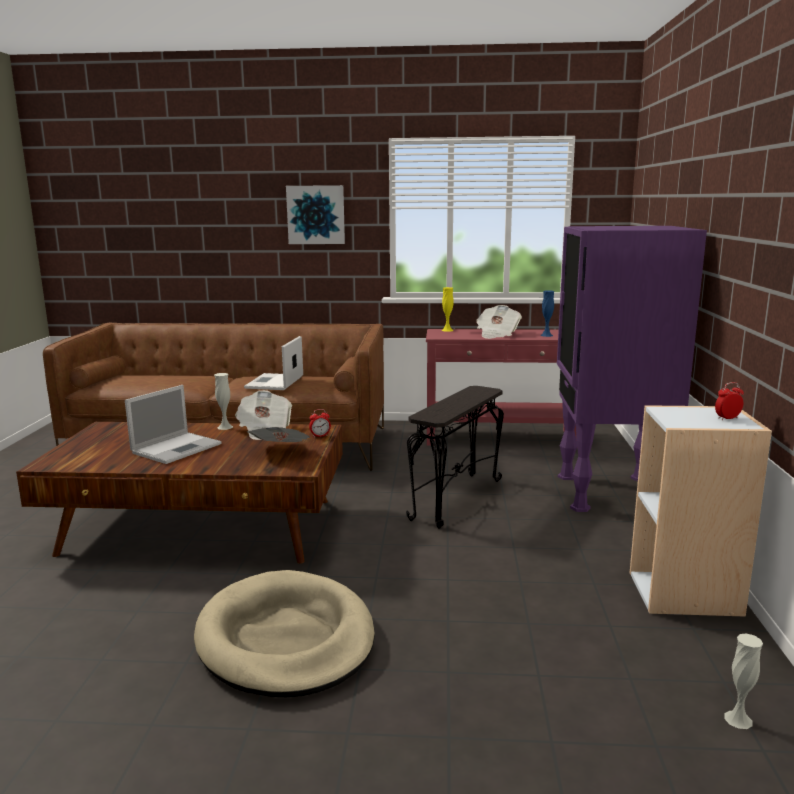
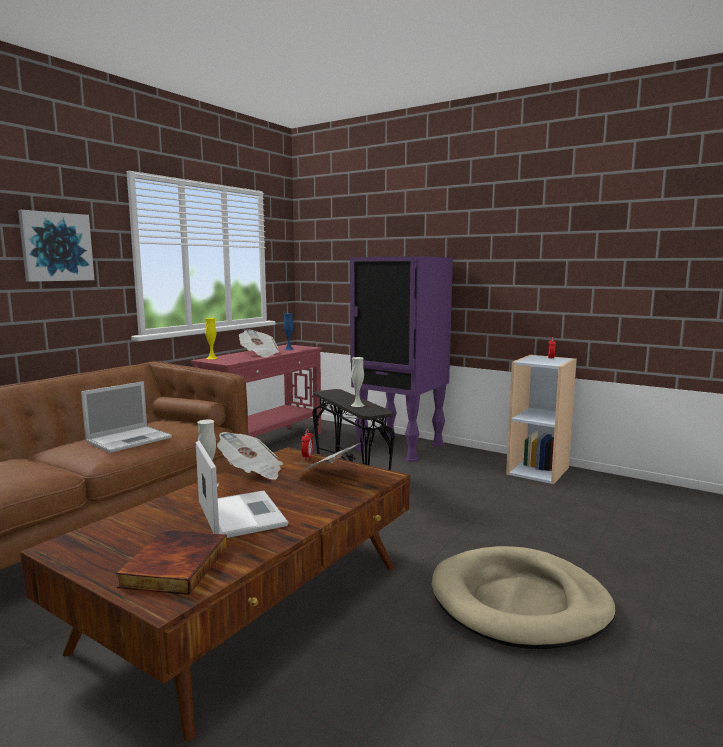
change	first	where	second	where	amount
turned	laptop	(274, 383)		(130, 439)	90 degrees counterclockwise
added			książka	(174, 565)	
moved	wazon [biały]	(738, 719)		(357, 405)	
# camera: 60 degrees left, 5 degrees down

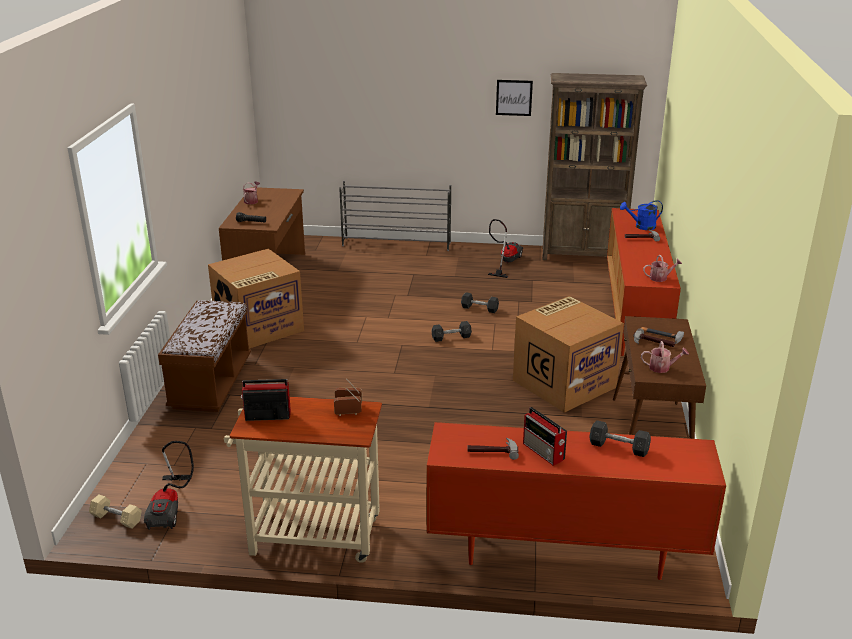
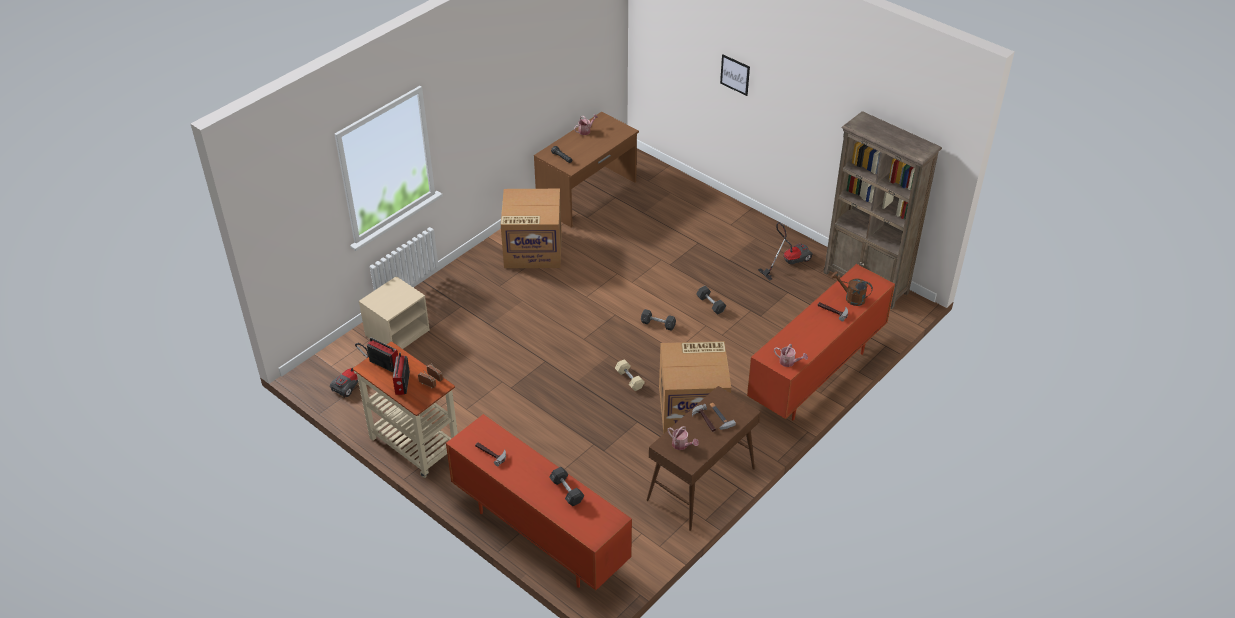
change	first	where	second	where	amount
added			szafka nocna [beżowy]	(397, 333)	
moved	radio	(544, 452)		(402, 384)	
moved	hantel [beżowy]	(116, 519)		(629, 379)	
moved	obraz	(514, 97)		(735, 74)	
recoloured	konewka [niebieski]	(641, 226)	konewka [brązowy]	(851, 298)	
removed	ławka [brązowy]	(211, 384)			
removed	regał na buty [szary]	(397, 244)			
# camera: 35 degrees right, 15 degrees up

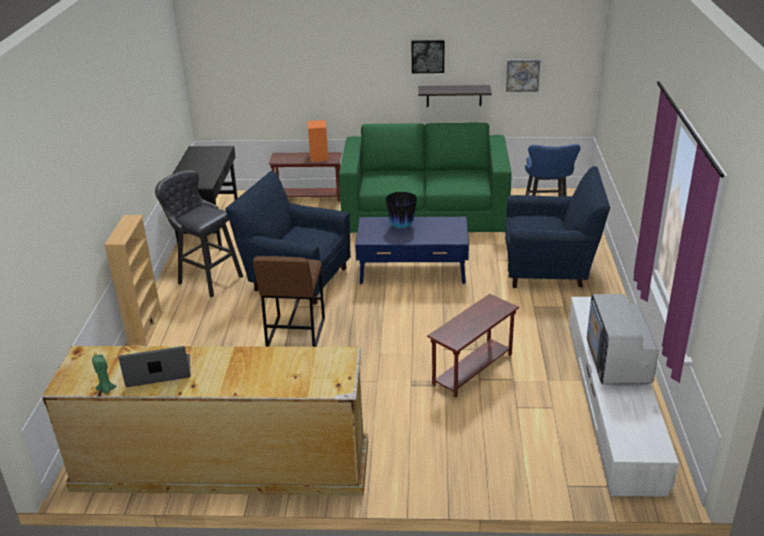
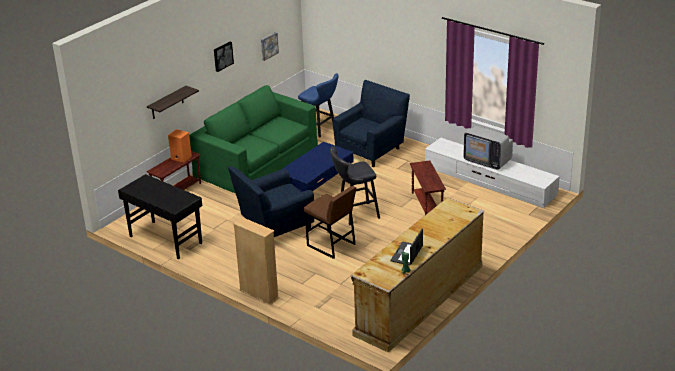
change	first	where	second	where	amount
moved	półka	(454, 95)		(167, 103)	
moved	stołek [czarny]	(205, 277)		(354, 215)	
removed	wazon	(401, 226)			
# camera: 55 degrees left, 0 degrees up

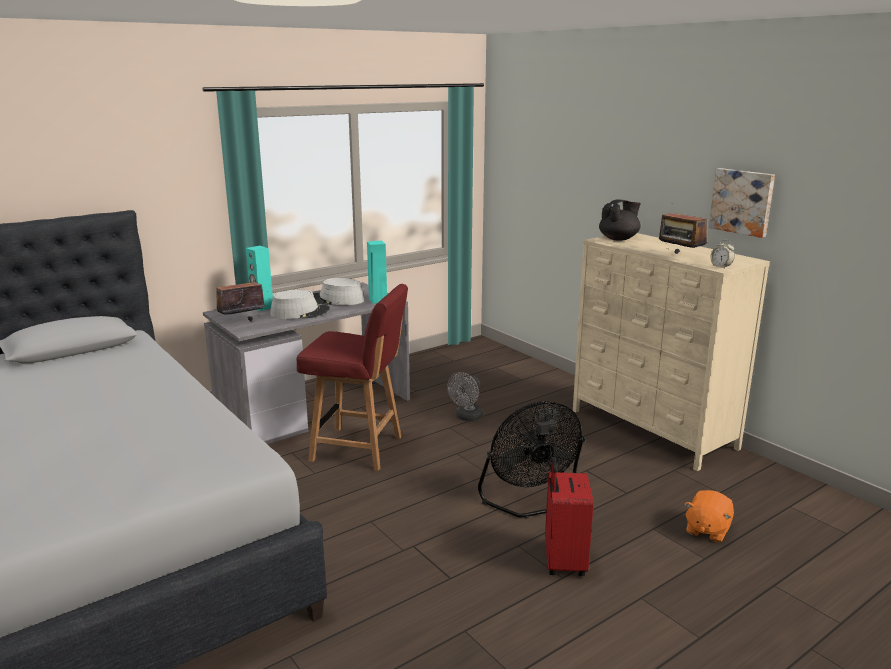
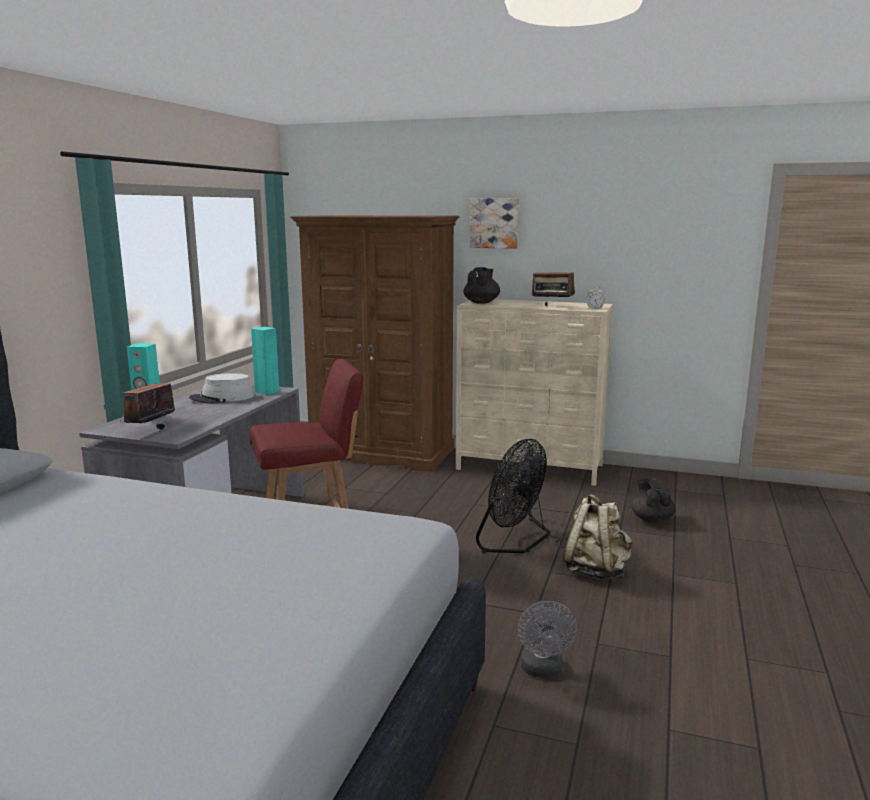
change	first	where	second	where	amount
added			szafa [brązowy]	(381, 453)	
moved	obraz	(742, 201)		(495, 223)	
moved	wentylator [szary]	(467, 418)		(543, 670)	
replaced	walizka [czerwony]	(563, 562)	plecak [beżowy]	(596, 571)	
replaced	pluszak [pomarańczowy]	(706, 530)	imbryk [czarny]	(651, 519)	
removed	kapelusz [szary]	(300, 312)			
# camera: 35 degrees left, 5 degrees down

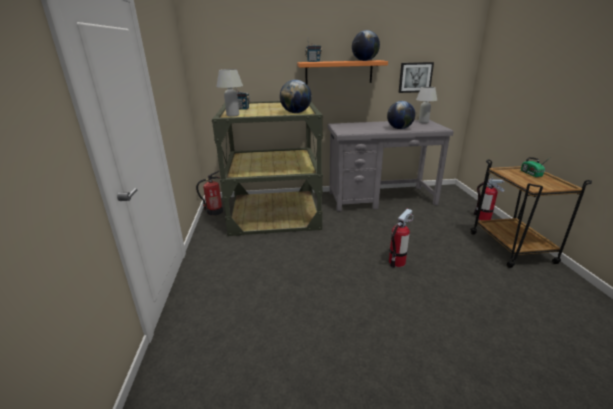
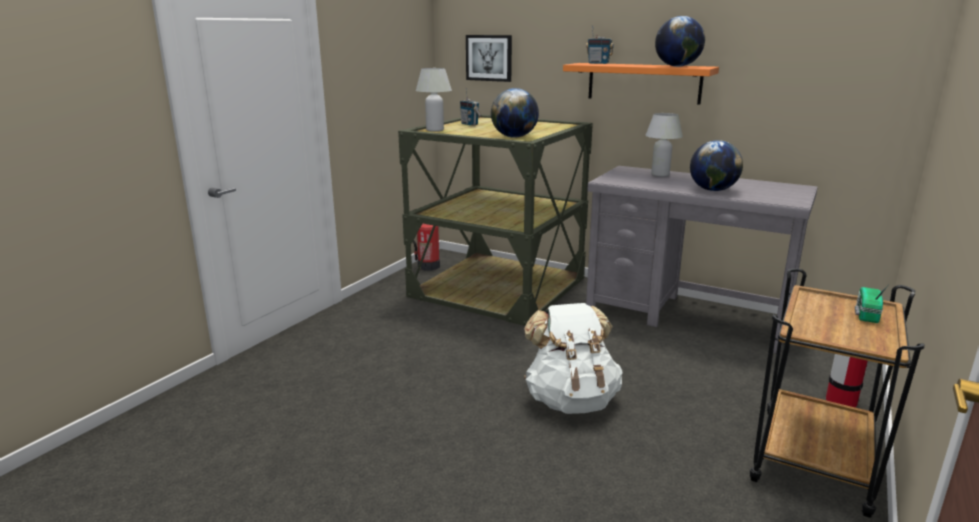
change	first	where	second	where	amount
moved	obraz	(415, 77)		(489, 58)	
replaced	gaśnica	(397, 262)	plecak [biały]	(571, 400)	
moved	lampa stołowa [biały]	(423, 122)		(660, 175)	
# camera: 35 degrees right, 5 degrees down

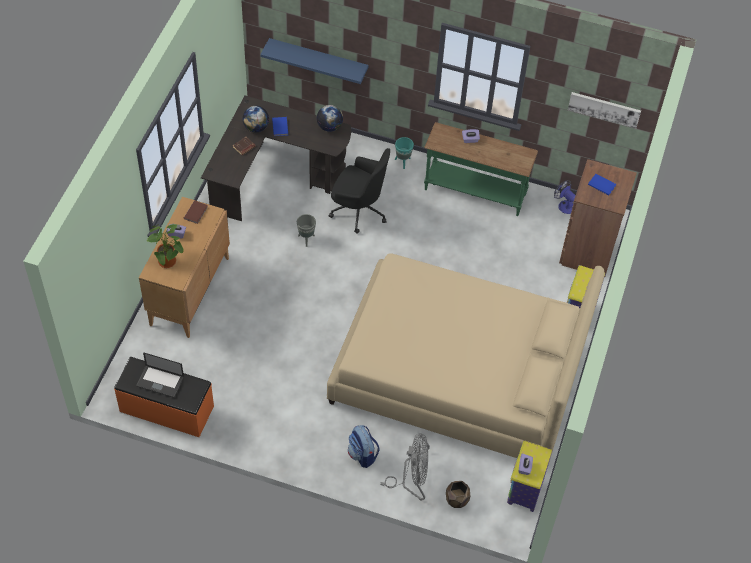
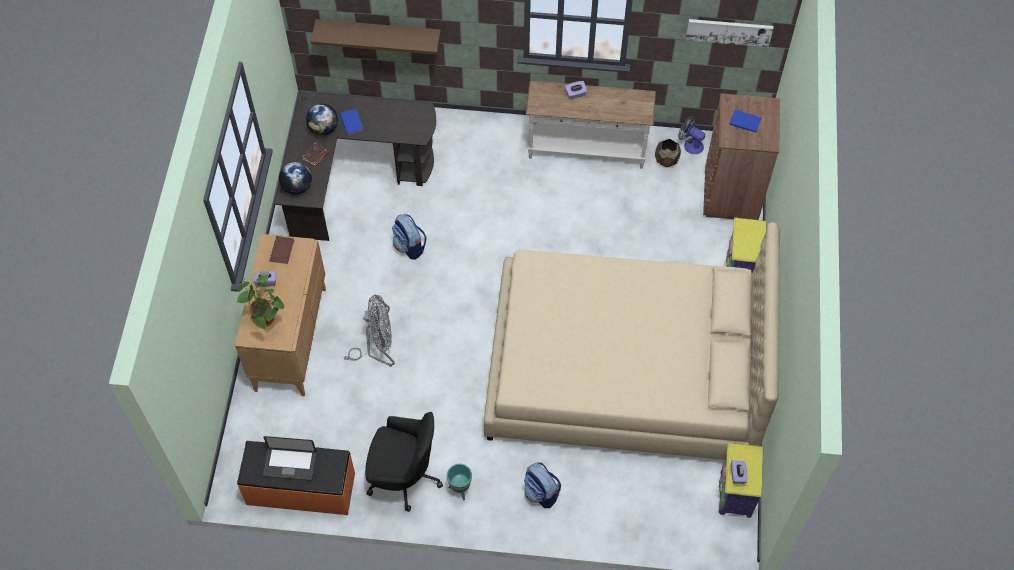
change	first	where	second	where	amount
moved	globus	(329, 127)		(297, 187)	
recoloured	półka [niebieski]	(318, 58)	półka [brązowy]	(378, 32)	
moved	wentylator [szary]	(411, 476)		(376, 343)	
moved	krzesło biurowe [czarny]	(359, 211)		(404, 477)	
replaced	donica [szary]	(306, 239)	plecak	(410, 246)	
moved	donica [turkusowy]	(402, 162)		(460, 489)	
recoloured	stolik konsolowy [zielony]	(474, 193)	stolik konsolowy [biały]	(586, 151)	
moved	donica [brązowy]	(456, 500)		(666, 160)	
# camera: 10 degrees left, 5 degrees up

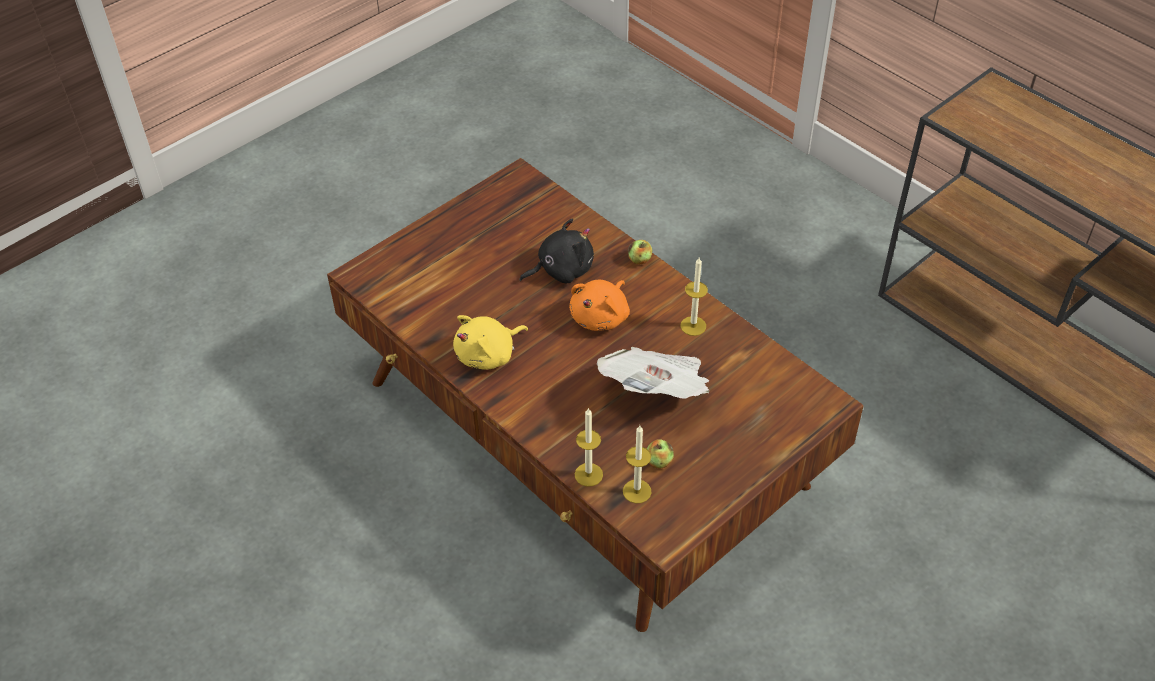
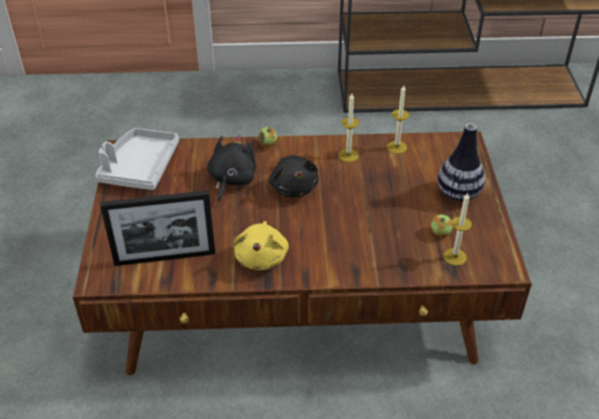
change	first	where	second	where	amount
added			taca [szary]	(139, 167)	
added			ramka na zdjęcie	(165, 258)	
recoloured	pluszak [pomarańczowy]	(601, 317)	pluszak [czarny]	(293, 187)	
moved	świeca	(588, 474)		(396, 147)	
added			wazon	(458, 194)	
removed	gazeta	(657, 391)			
# camera: 50 degrees left, 5 degrees down

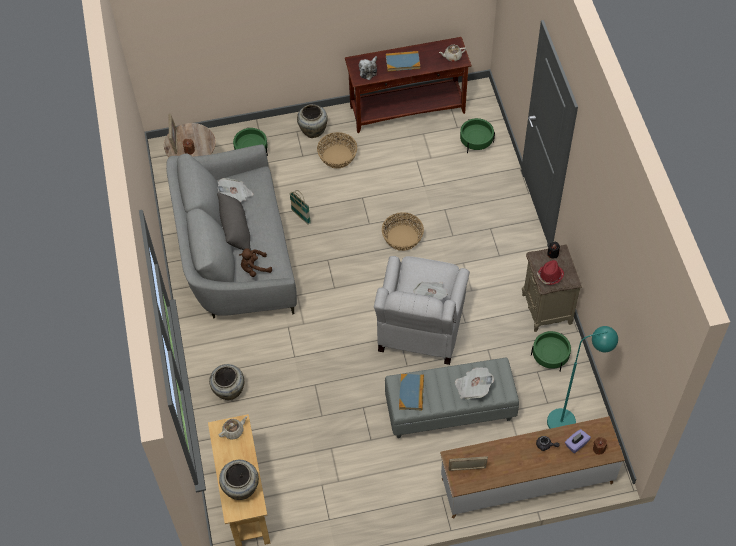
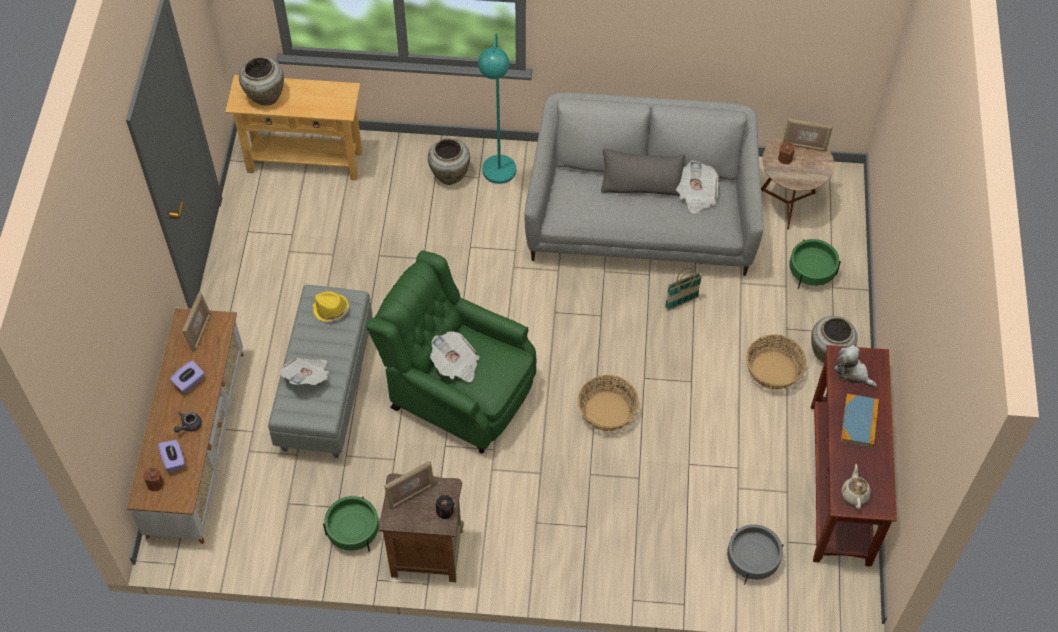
change	first	where	second	where	amount
added			pudełko chusteczek [fioletowy]	(189, 382)	
replaced	książka	(411, 393)	kapelusz [żółty]	(331, 310)	
recoloured	fotel [biały]	(421, 326)	fotel [zielony]	(459, 392)	
replaced	kapelusz [czerwony]	(549, 276)	ramka na zdjęcie	(410, 494)	
moved	lampa stojąca [turkusowy]	(569, 420)		(498, 179)	
recoloured	donica [zielony]	(476, 141)	donica [szary]	(752, 559)	
removed	imbryk [beżowy]	(234, 431)			
removed	pluszak [brązowy]	(254, 268)			
# camera: 105 degrees right, 0 degrees up

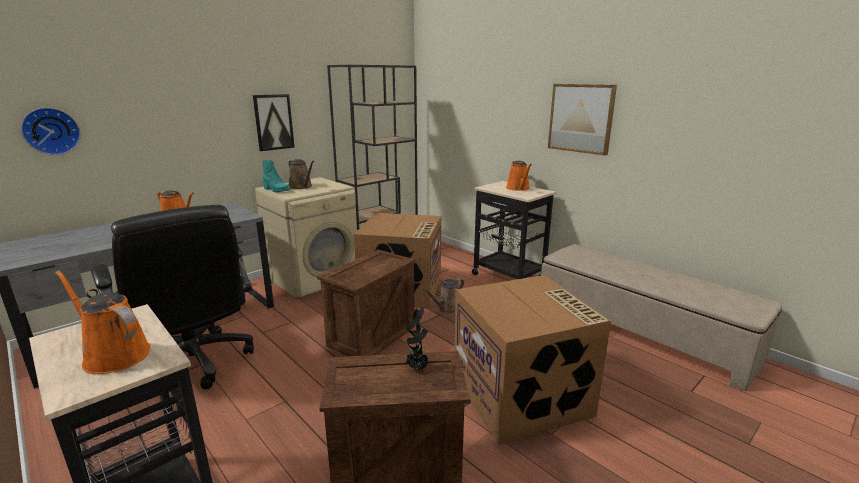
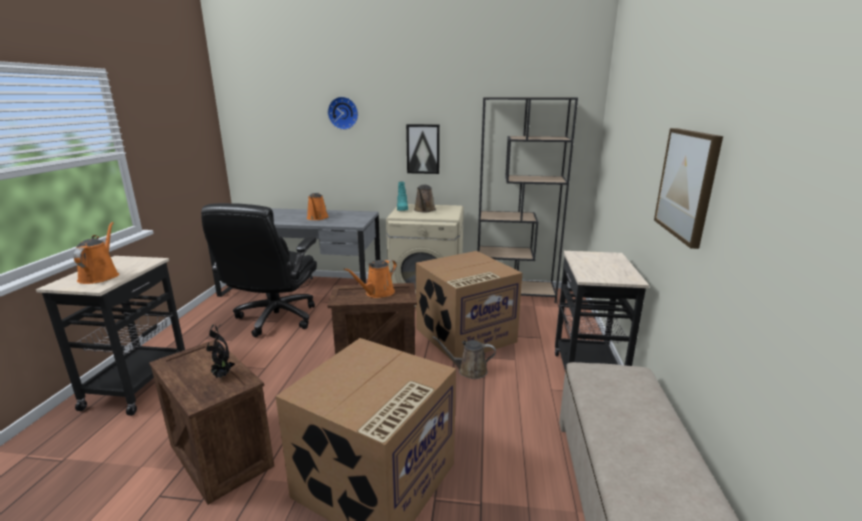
change	first	where	second	where	amount
moved	zegar ścienny	(51, 131)		(343, 113)	
moved	konewka [pomarańczowy]	(518, 188)		(377, 293)	
# camera: 50 degrees right, 0 degrees up

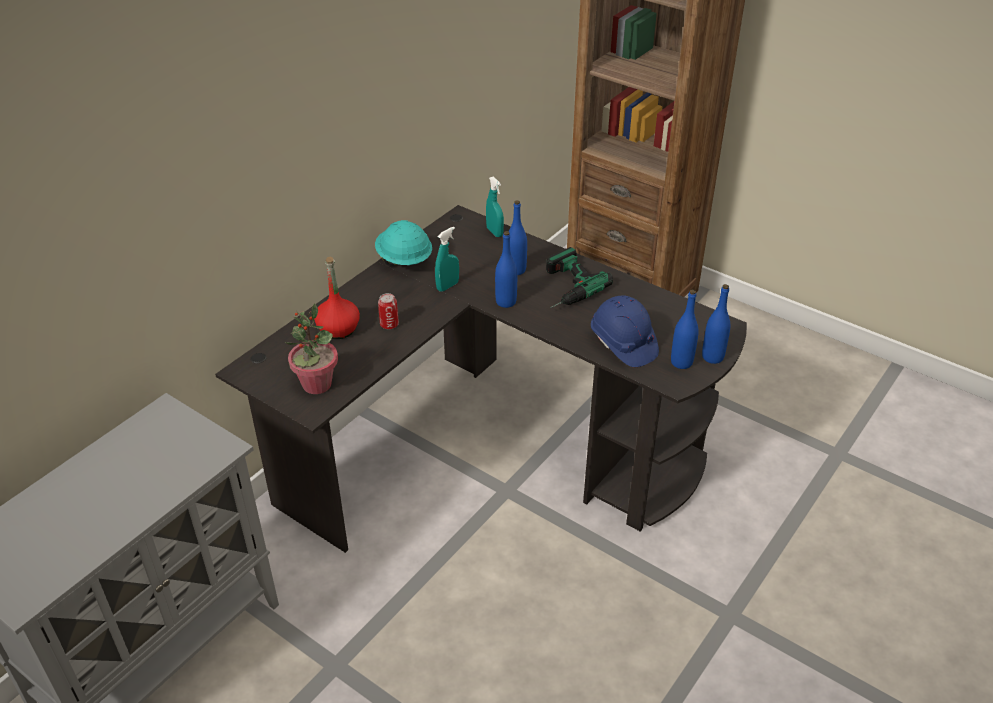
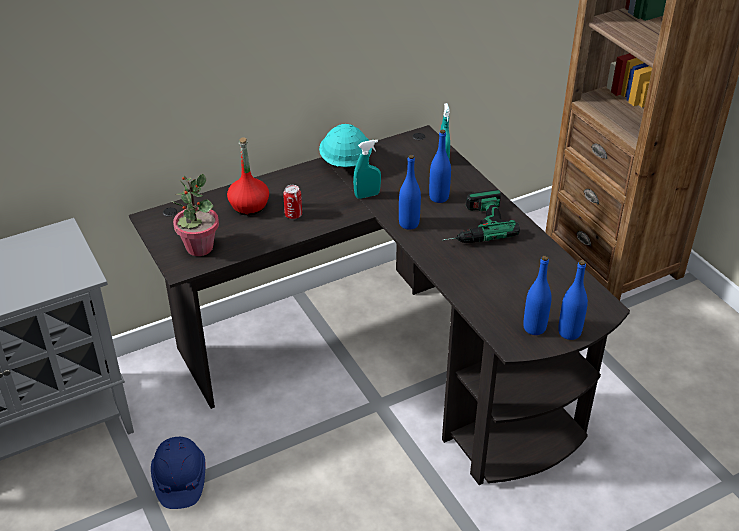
change	first	where	second	where	amount
moved	kask [niebieski]	(623, 344)		(180, 480)	
# camera: 25 degrees right, 0 degrees up

